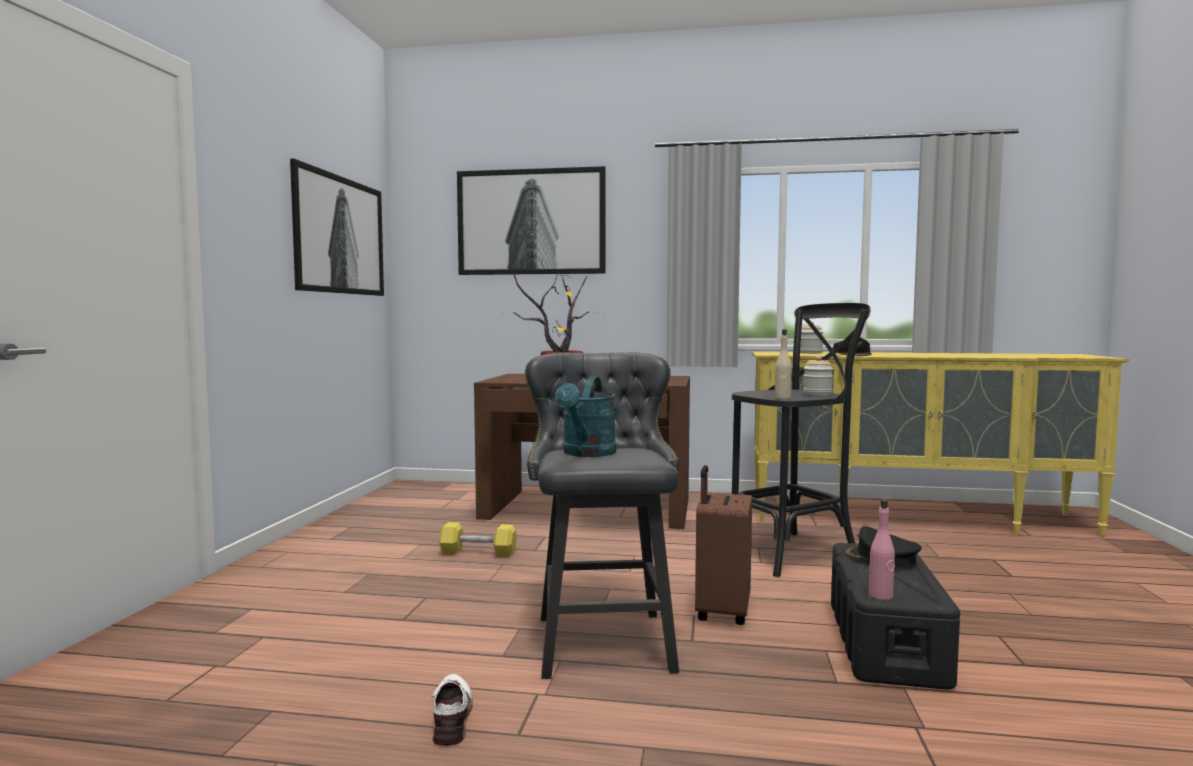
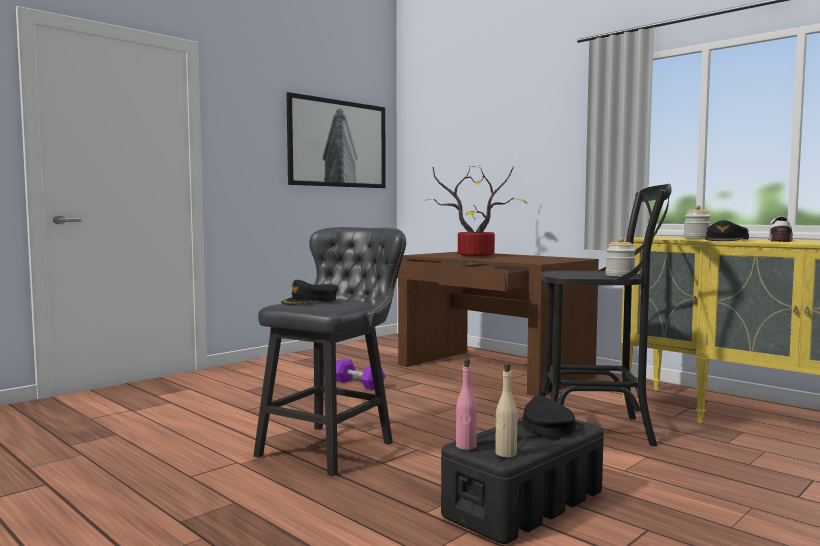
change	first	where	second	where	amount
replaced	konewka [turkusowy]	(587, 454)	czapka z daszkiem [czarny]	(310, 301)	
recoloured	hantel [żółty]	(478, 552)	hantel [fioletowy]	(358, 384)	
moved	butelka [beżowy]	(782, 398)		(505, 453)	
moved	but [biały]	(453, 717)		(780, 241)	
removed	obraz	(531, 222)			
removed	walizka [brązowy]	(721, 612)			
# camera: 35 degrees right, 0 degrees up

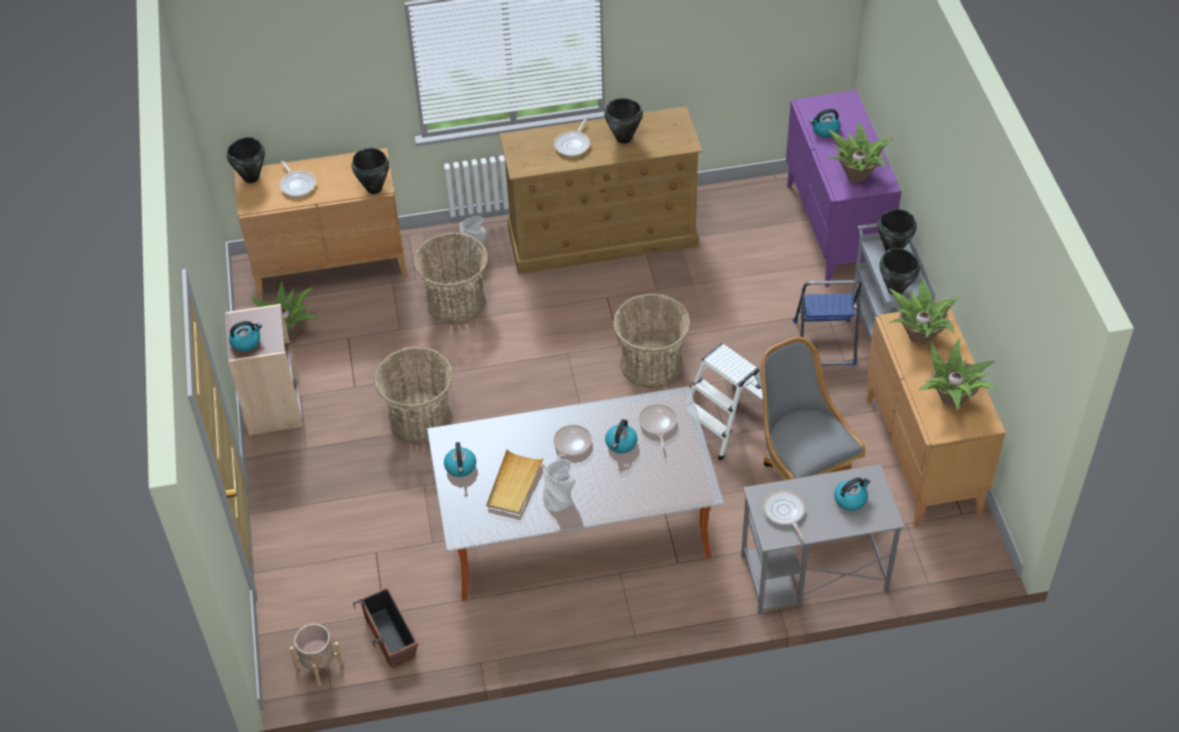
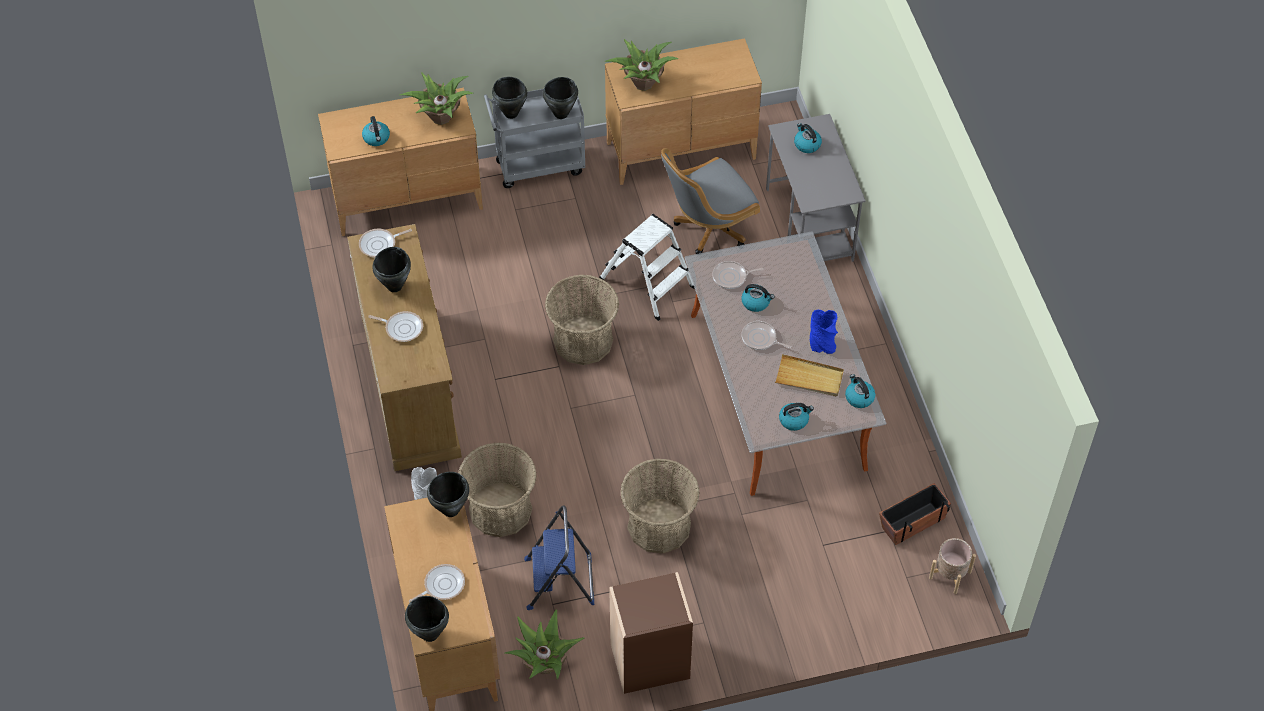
change	first	where	second	where	amount
recoloured	szafka [fioletowy]	(834, 231)	szafka [brązowy]	(408, 201)	
moved	patelnia	(784, 512)		(380, 245)	
moved	drabinka [niebieski]	(824, 344)		(563, 581)	
recoloured	wazon [szary]	(559, 499)	wazon [niebieski]	(822, 344)	
moved	czajnik	(246, 342)		(859, 397)	
removed	roślina doniczkowa	(952, 399)			
# camera: 95 degrees left, 5 degrees up

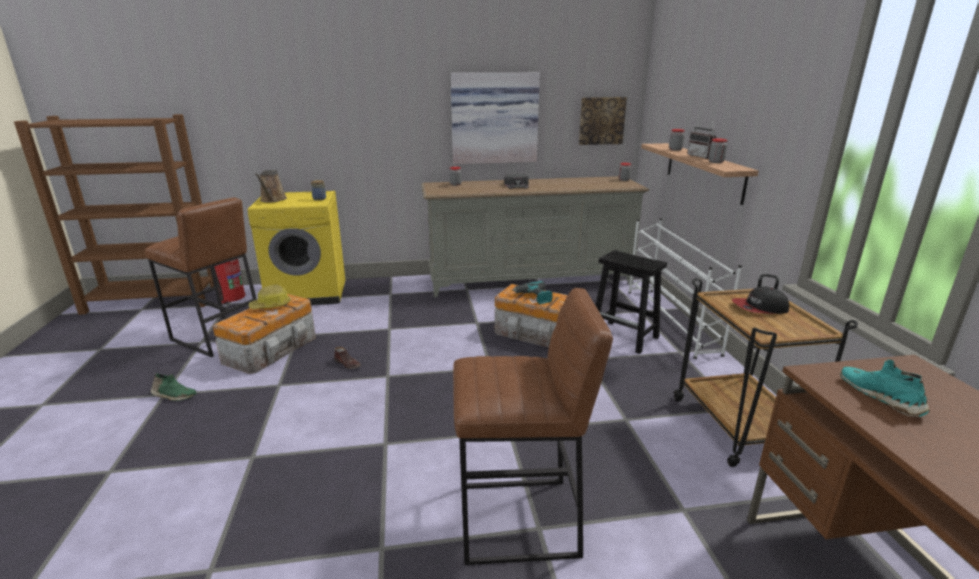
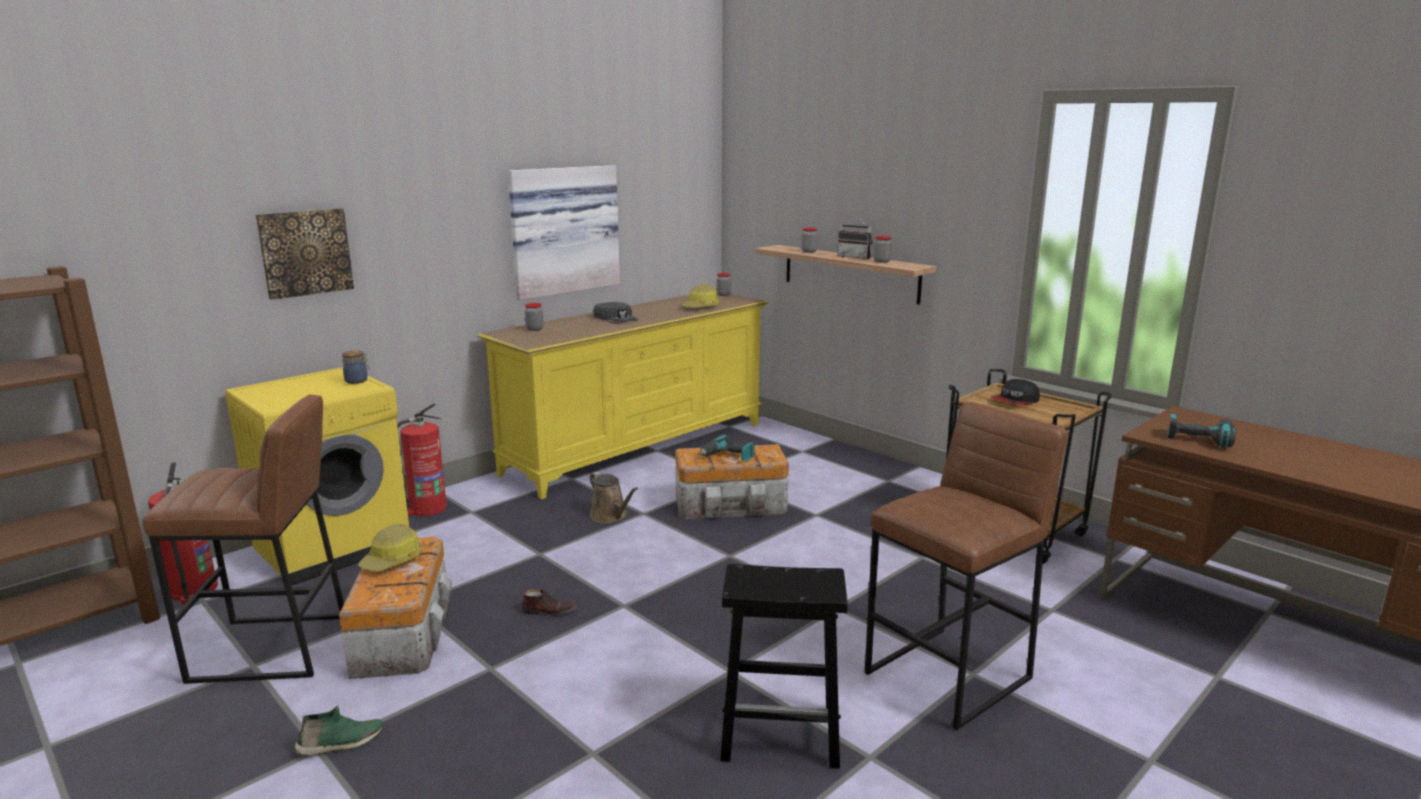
change	first	where	second	where	amount
moved	obraz	(601, 120)		(305, 252)	
added			gaśnica	(426, 508)	
recoloured	szafka [szary]	(530, 281)	szafka [żółty]	(638, 449)	
moved	konewka [brązowy]	(272, 200)		(611, 516)	
added			kask	(701, 307)	
moved	stołek [czarny]	(625, 337)		(782, 733)	
replaced	but [turkusowy]	(880, 397)	wiertarka	(1199, 438)	
removed	regał na buty [biały]	(670, 321)			
# camera: 35 degrees left, 5 degrees down

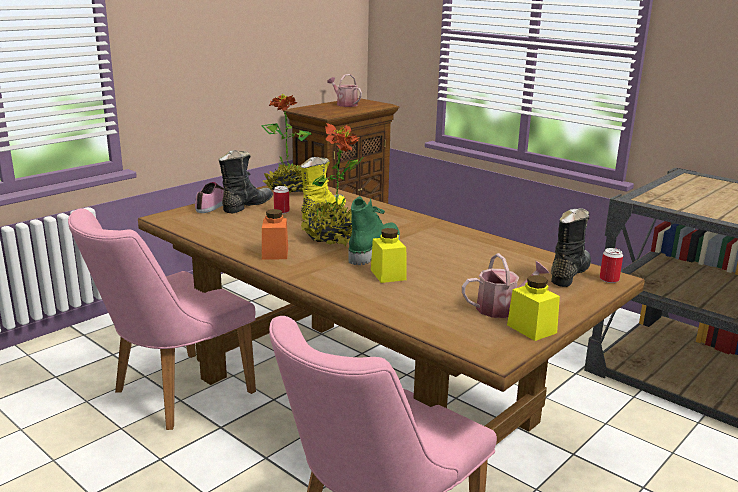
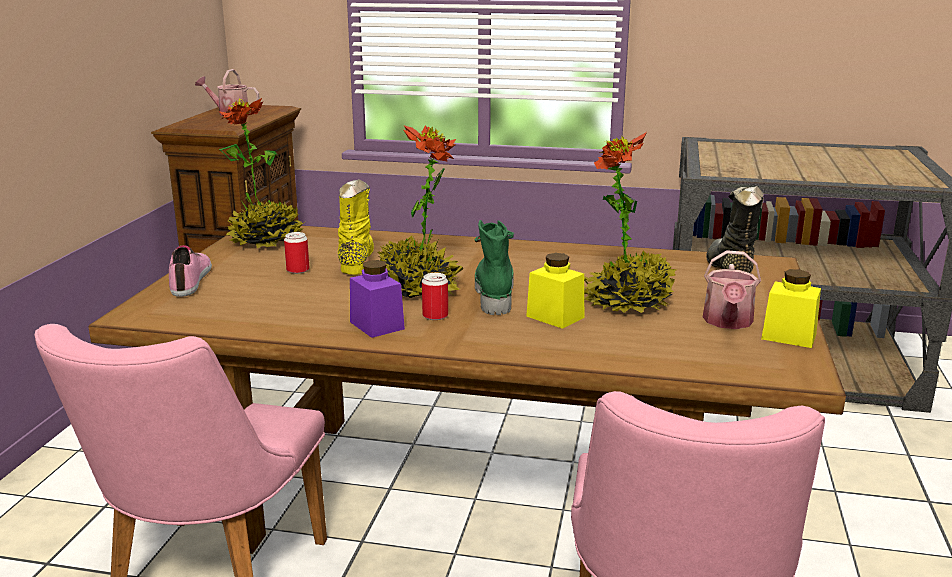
change	first	where	second	where	amount
recoloured	słoik [pomarańczowy]	(275, 253)	słoik [fioletowy]	(377, 325)	
moved	puszka	(609, 279)		(435, 316)	
added			roślina doniczkowa	(627, 302)	
turned	konewka	(502, 308)		(728, 322)	150 degrees clockwise
removed	but z cholewką [czarny]	(246, 206)			
# camera: 30 degrees left, 0 degrees up

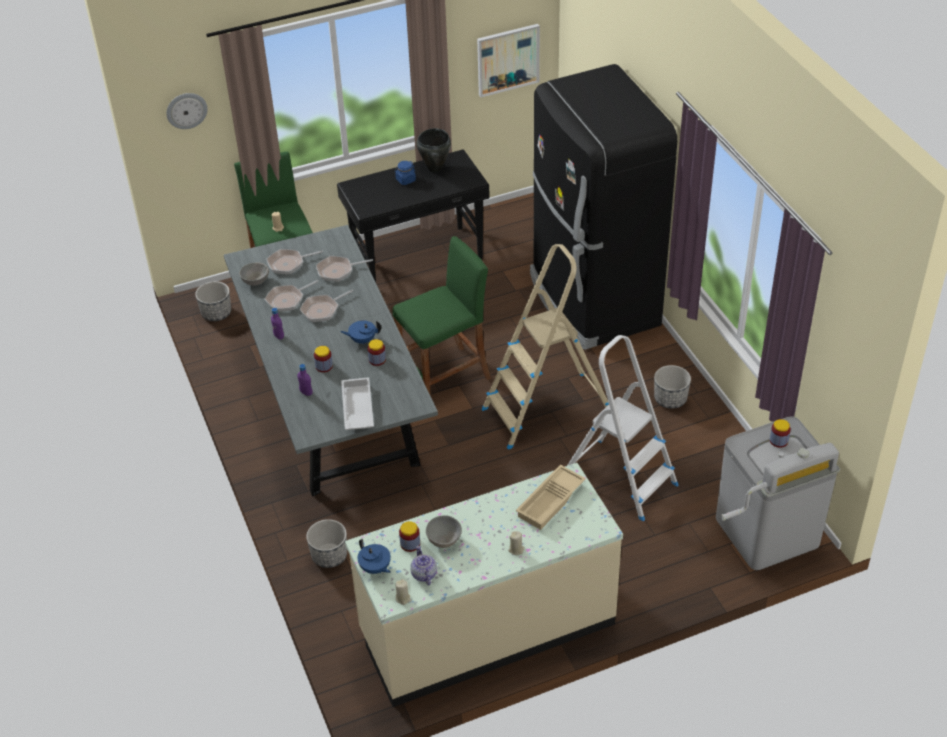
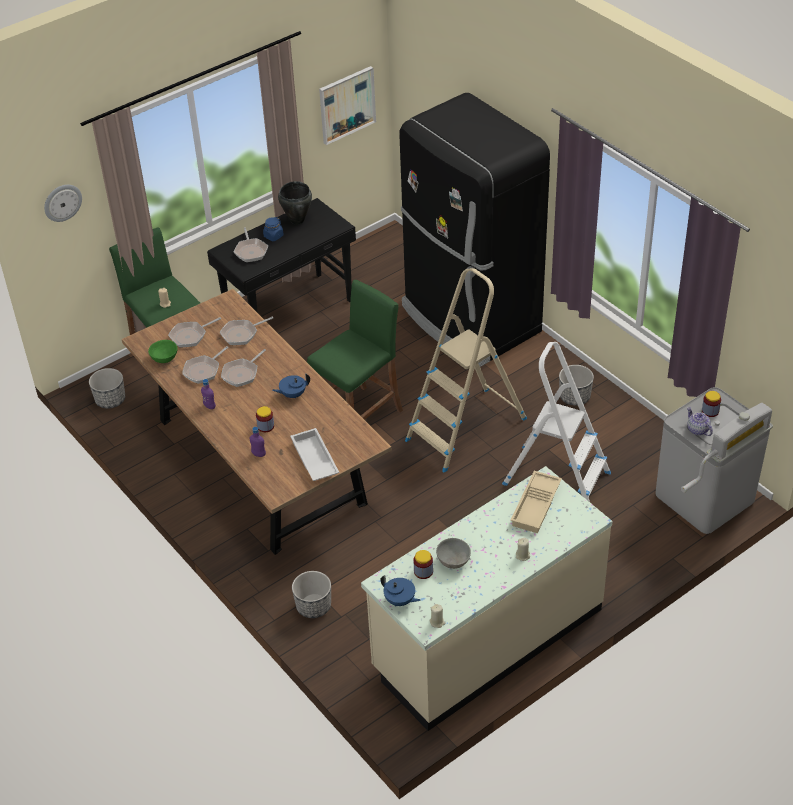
change	first	where	second	where	amount
recoloured	stół jadalny [szary]	(334, 400)	stół jadalny [brązowy]	(260, 461)	
recoloured	miska [szary]	(255, 281)	miska [zielony]	(164, 359)	
added			patelnia	(251, 251)	
moved	imbryk	(423, 574)		(697, 430)	
removed	słoik	(377, 360)			
# camera: 15 degrees left, 0 degrees up

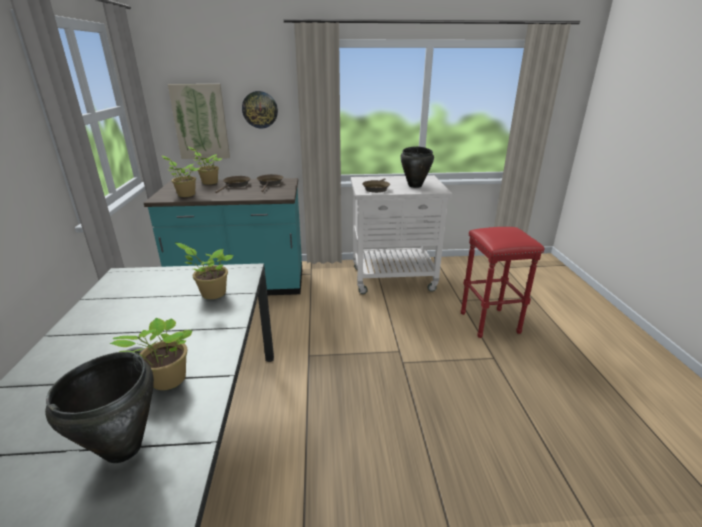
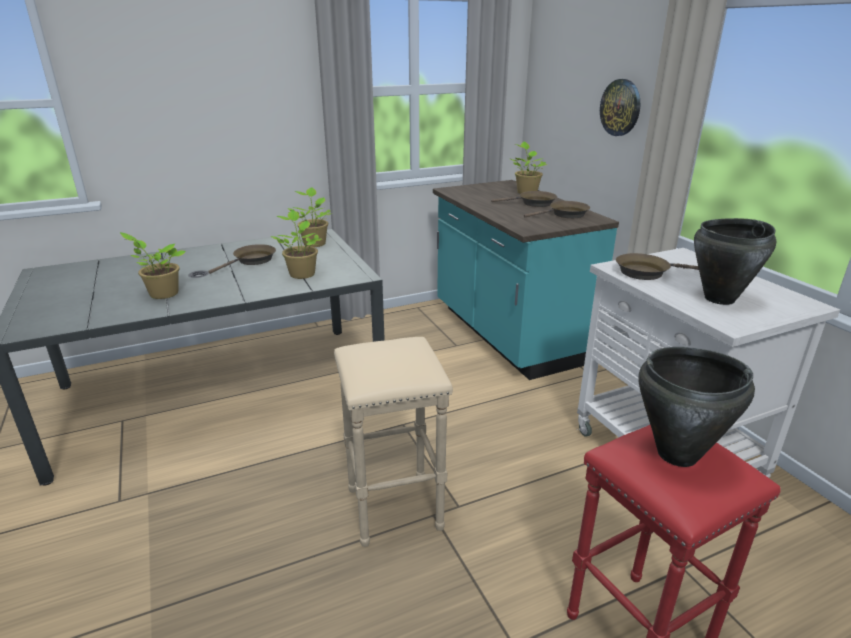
change	first	where	second	where	amount
added			patelnia [brązowy]	(252, 261)	
moved	roślina doniczkowa	(185, 194)		(314, 243)	
added			stołek [beżowy]	(397, 509)	
moved	garnek [czarny]	(124, 448)		(678, 455)	
removed	obraz	(200, 122)			
# camera: 70 degrees right, 0 degrees up

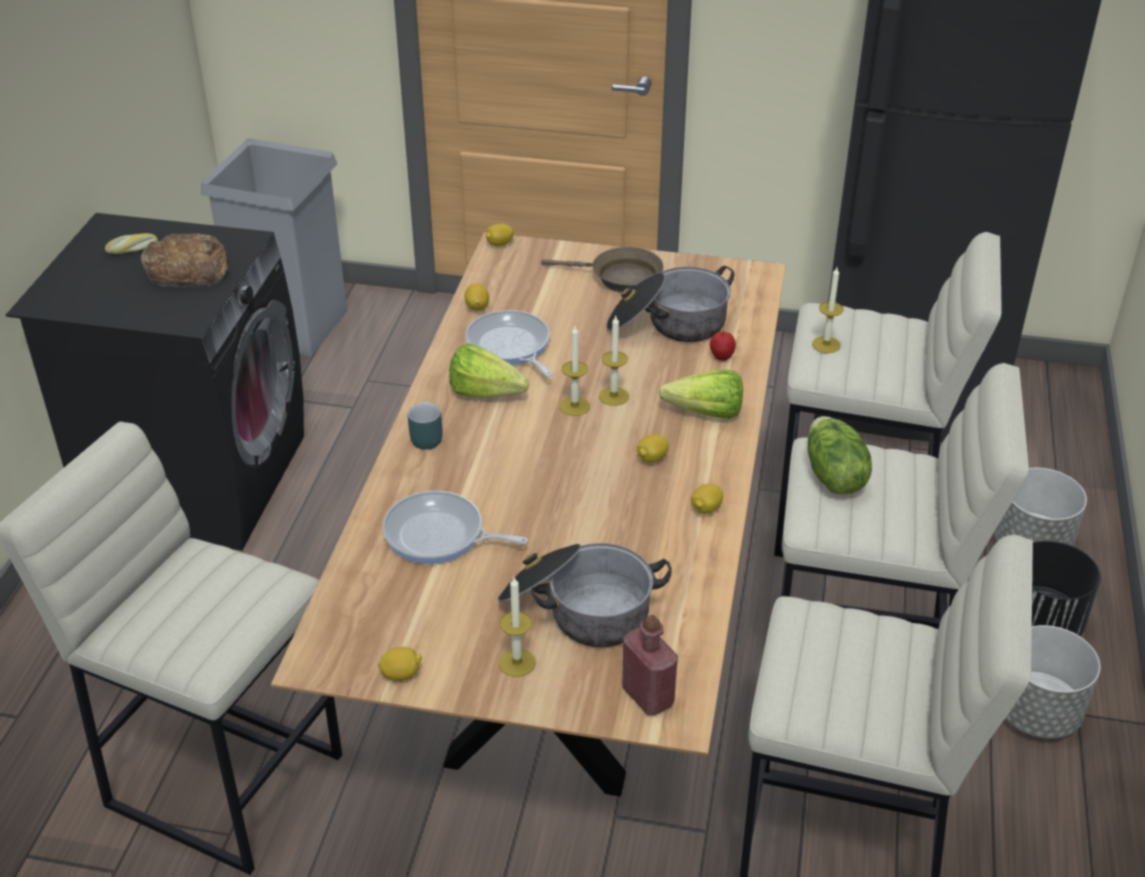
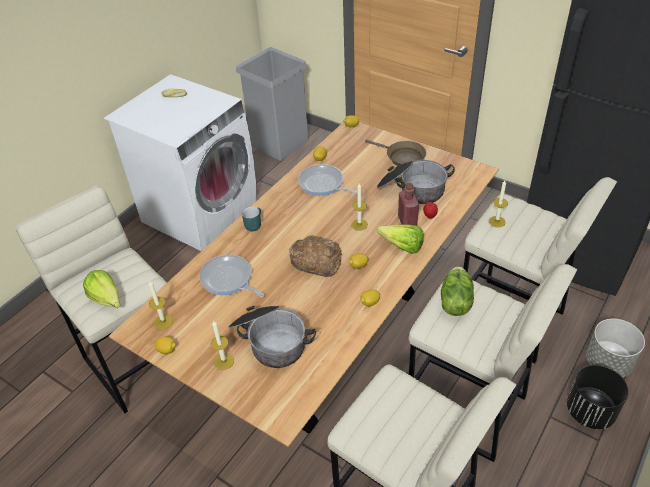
change	first	where	second	where	amount
moved	sałata	(491, 396)		(108, 302)	
recoloured	pralka [czarny]	(194, 478)	pralka [biały]	(199, 210)	
moved	świeca	(574, 406)		(163, 321)	
moved	chleb	(187, 270)		(316, 260)	
turned	patelnia	(510, 347)		(323, 184)	45 degrees counterclockwise
moved	butelka [czerwony]	(648, 696)		(407, 221)	
removed	donica [szary]	(1037, 713)			
# camera: 25 degrees right, 5 degrees up

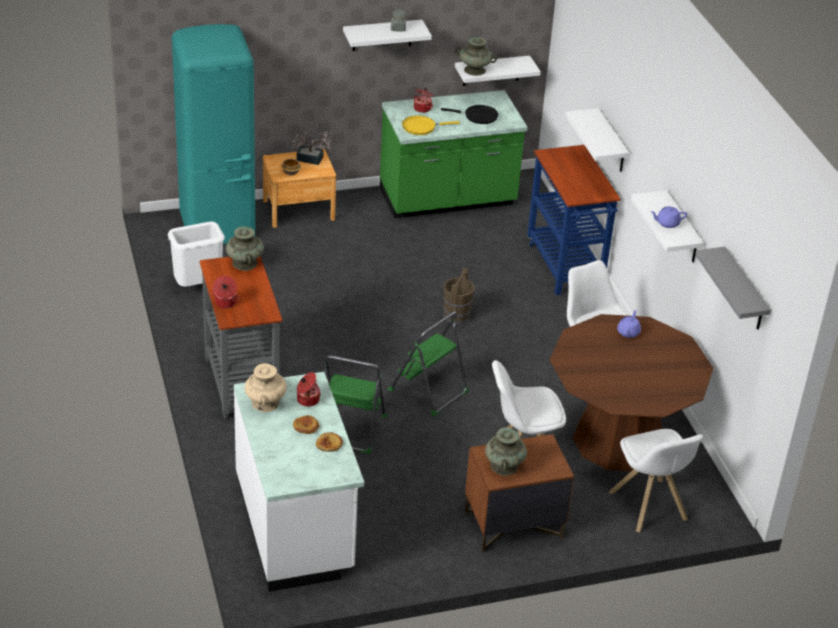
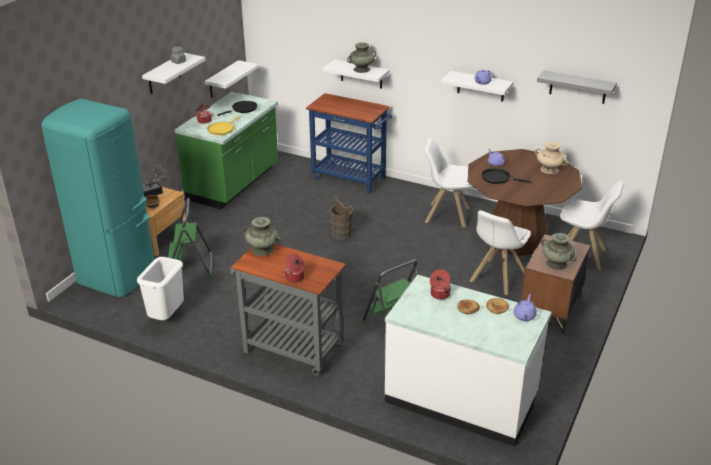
change	first	where	second	where	amount
moved	drabinka [zielony]	(430, 392)		(191, 267)	
moved	wazon [turkusowy]	(474, 70)		(361, 69)	
added			patelnia [czarny]	(498, 178)	
added			imbryk [fioletowy]	(524, 315)	
moved	wazon [beżowy]	(265, 402)		(549, 169)	
# camera: 45 degrees left, 5 degrees down

